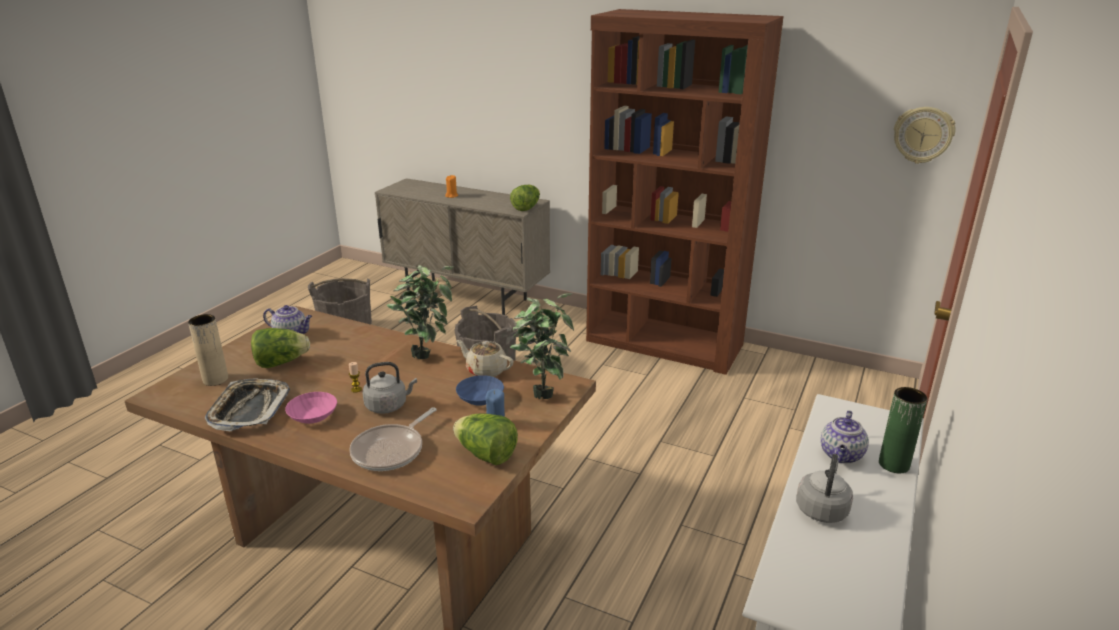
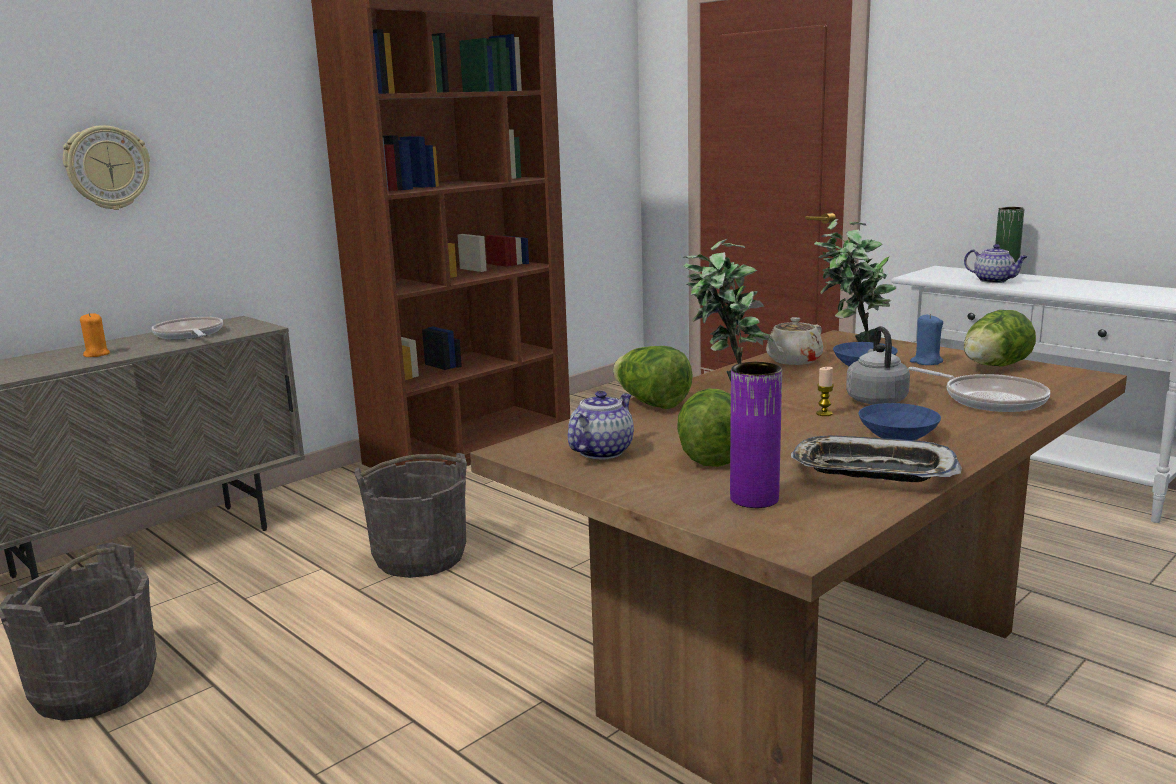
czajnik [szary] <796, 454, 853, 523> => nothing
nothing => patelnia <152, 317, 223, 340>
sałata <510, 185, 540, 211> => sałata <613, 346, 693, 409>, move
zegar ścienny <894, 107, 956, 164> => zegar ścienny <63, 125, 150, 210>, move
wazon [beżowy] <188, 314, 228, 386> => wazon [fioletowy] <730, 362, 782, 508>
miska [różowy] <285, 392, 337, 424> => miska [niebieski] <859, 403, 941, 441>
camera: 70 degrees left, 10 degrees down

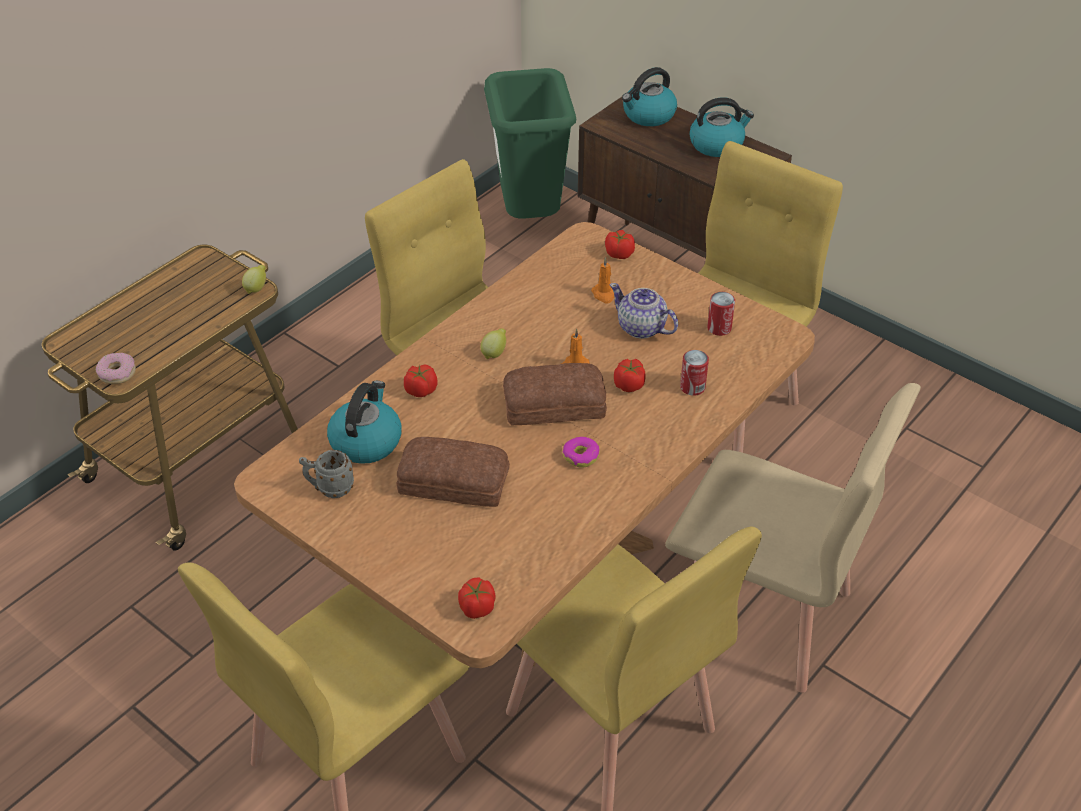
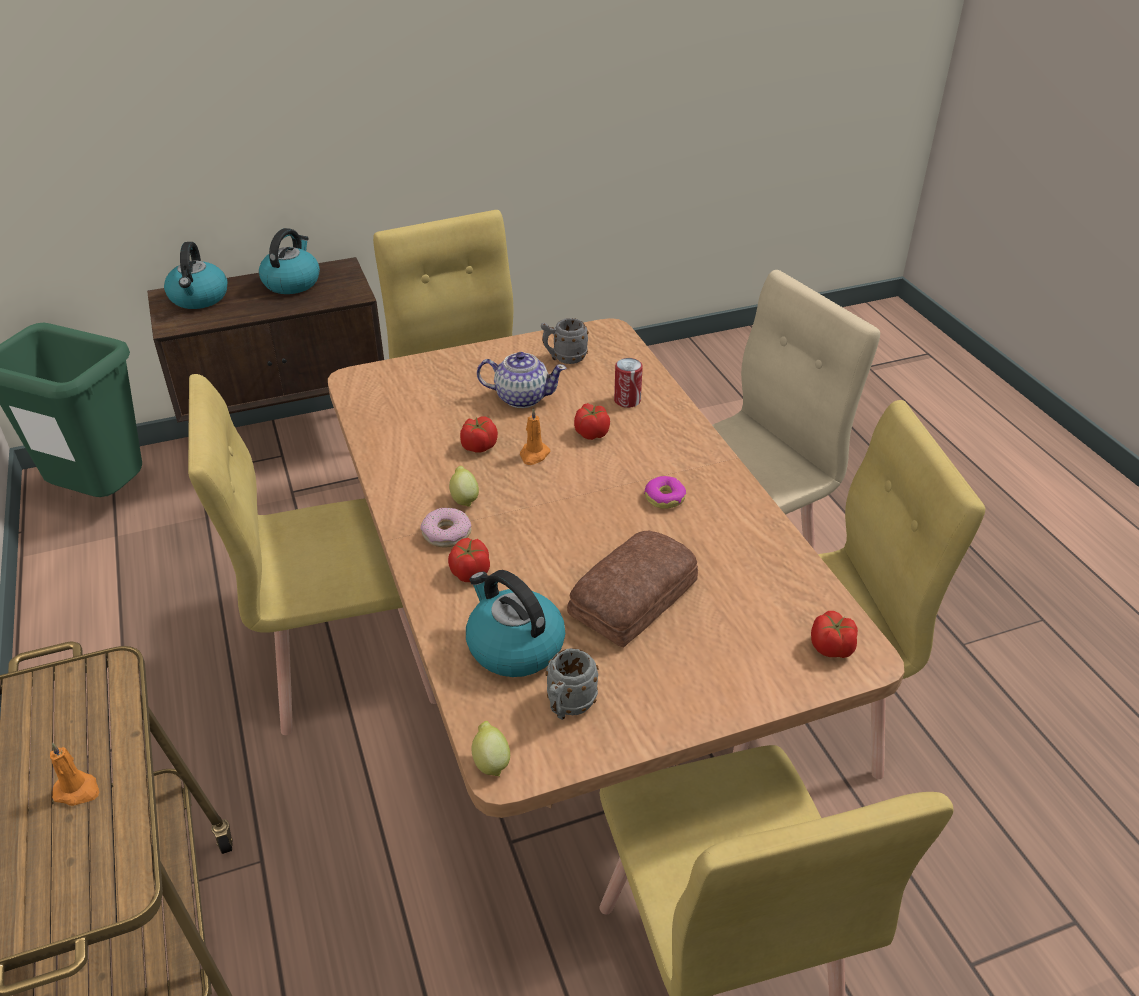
chleb <503, 363, 607, 426> => nothing
donut <96, 353, 136, 384> => donut <420, 508, 471, 547>, move
cytryna <242, 265, 266, 294> => cytryna <471, 721, 510, 777>, move
świeca [pomarańczowy] <591, 257, 614, 303> => świeca [pomarańczowy] <50, 743, 100, 806>, move
pomidor <605, 230, 635, 259> => pomidor <460, 417, 498, 453>, move
puszka <707, 292, 735, 336> => kubek [szary] <541, 318, 589, 364>
imbryk <610, 283, 678, 339> => imbryk <477, 352, 567, 408>, 150 degrees counterclockwise
camera: 60 degrees left, 5 degrees down

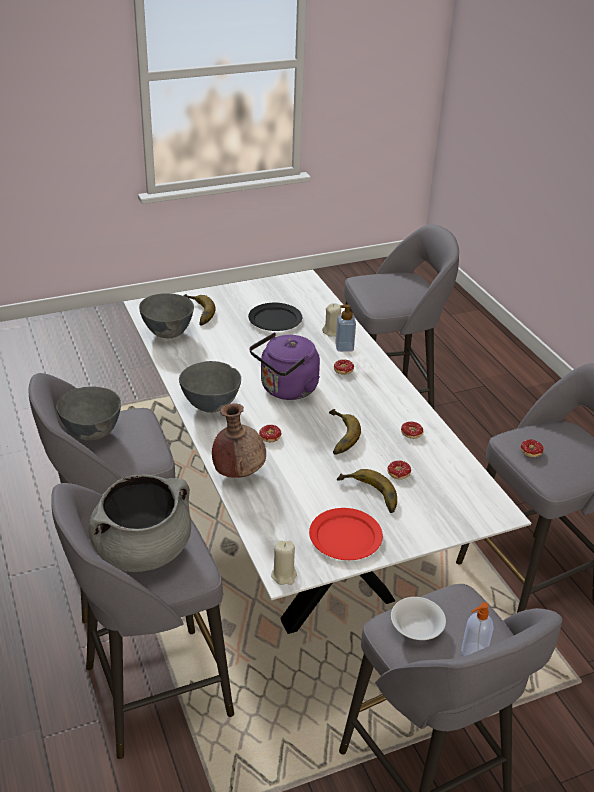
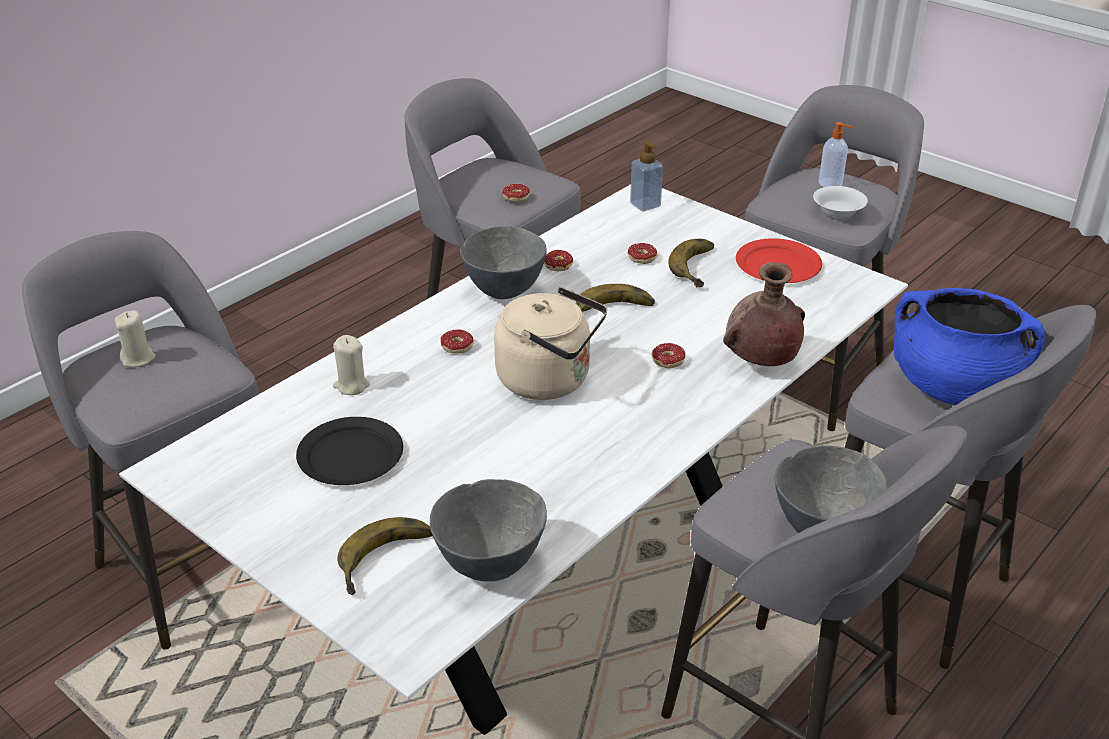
miska [szary] <179, 361, 241, 413> => miska [szary] <460, 226, 547, 299>, move
świeca [beżowy] <271, 540, 297, 585> => świeca [beżowy] <115, 311, 155, 367>, move
dozownik mydła <335, 304, 356, 352> => dozownik mydła <630, 141, 663, 211>, move
garnek [szary] <89, 474, 191, 572> => garnek [niebieski] <894, 288, 1045, 405>
czajnik [fioletowy] <250, 332, 320, 400> => czajnik [beżowy] <494, 287, 607, 400>
camera: 115 degrees left, 0 degrees up

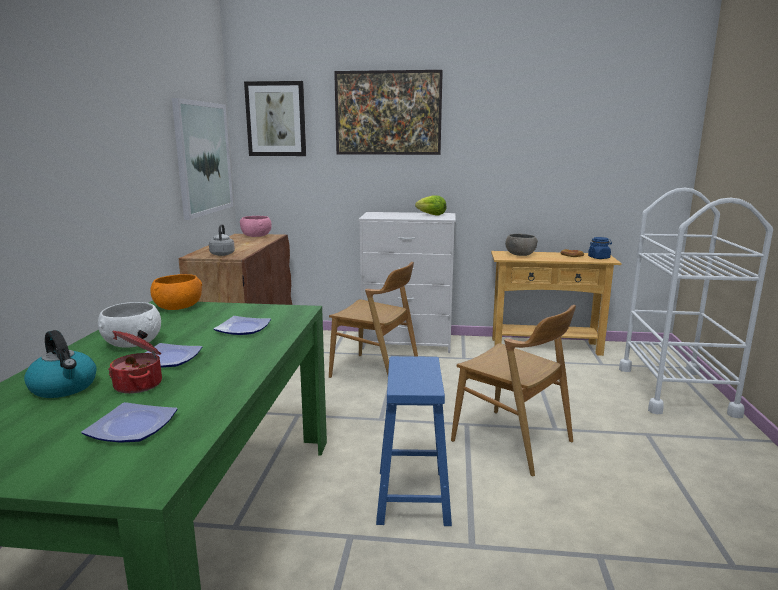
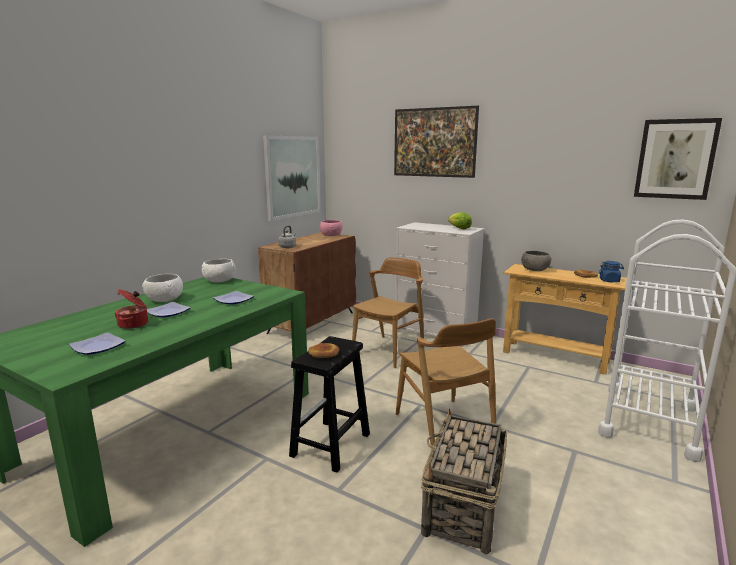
czajnik <24, 330, 97, 398> => nothing
nothing => chleb <308, 343, 340, 358>
nothing => koszyk <421, 409, 507, 555>
obraz <244, 81, 306, 156> => obraz <634, 118, 722, 200>, move
miska [pomarańczowy] <150, 274, 202, 310> => miska [biały] <202, 259, 236, 282>
stołek [niebieski] <376, 356, 452, 526> => stołek [czarny] <289, 336, 370, 473>
krzesło [brązowy] <329, 262, 418, 378> => krzesło [brązowy] <352, 257, 424, 368>, 105 degrees counterclockwise
camera: 25 degrees right, 0 degrees up

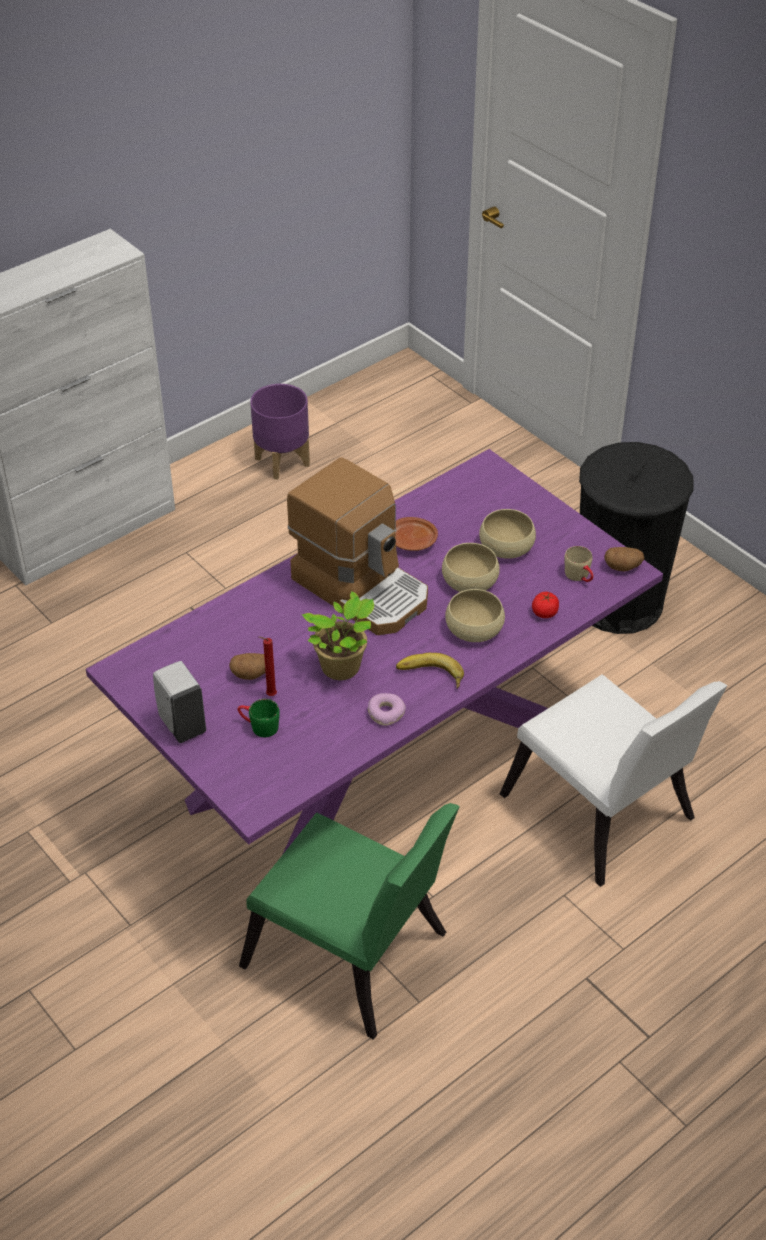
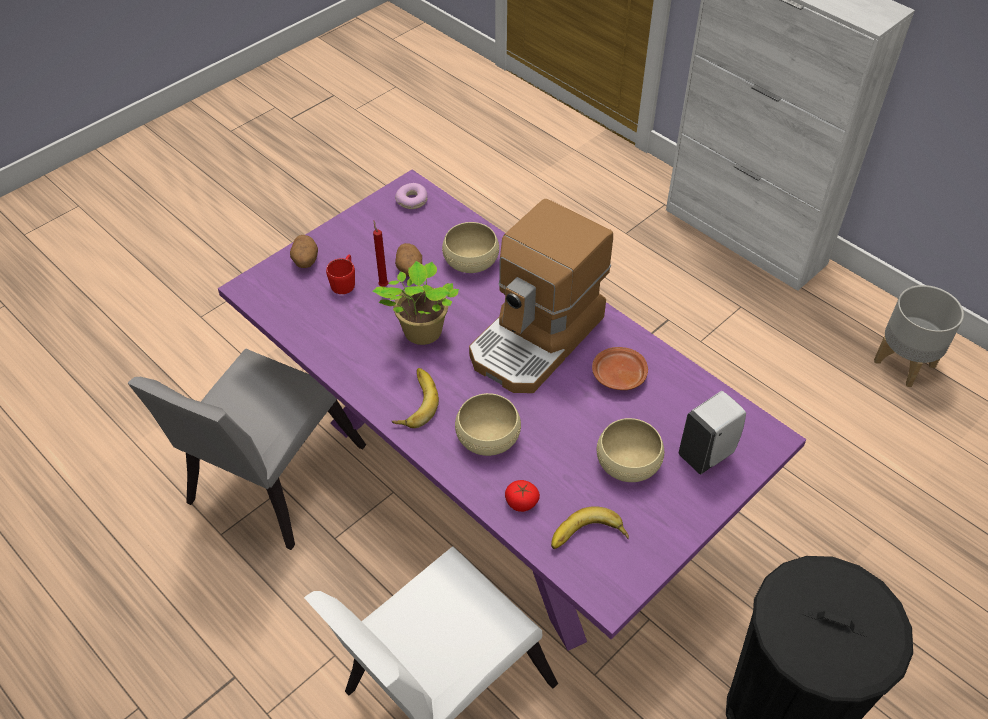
dozownik mydła [biały] <153, 661, 206, 743> => dozownik mydła [biały] <679, 391, 746, 475>, move
donut <367, 693, 406, 726> => donut <395, 183, 428, 209>, move
miska [beżowy] <442, 543, 500, 592> => miska [beżowy] <442, 222, 499, 273>, move
ziemniak <604, 547, 645, 571> => ziemniak <290, 235, 318, 268>, move
kubek [beżowy] <564, 546, 594, 582> => banan <551, 506, 629, 549>
kubek [zielony] <237, 699, 280, 737> => kubek [czerwony] <326, 254, 355, 294>
krzesło [zielony] <239, 803, 460, 1040> => krzesło [szary] <128, 349, 366, 550>
donica [fioletowy] <250, 384, 310, 480> => donica [szary] <874, 285, 964, 387>
camera: 85 degrees right, 5 degrees up

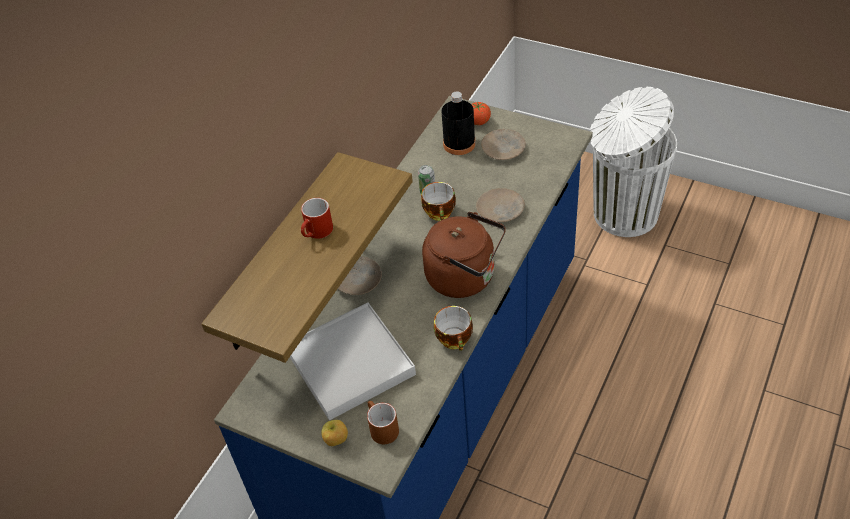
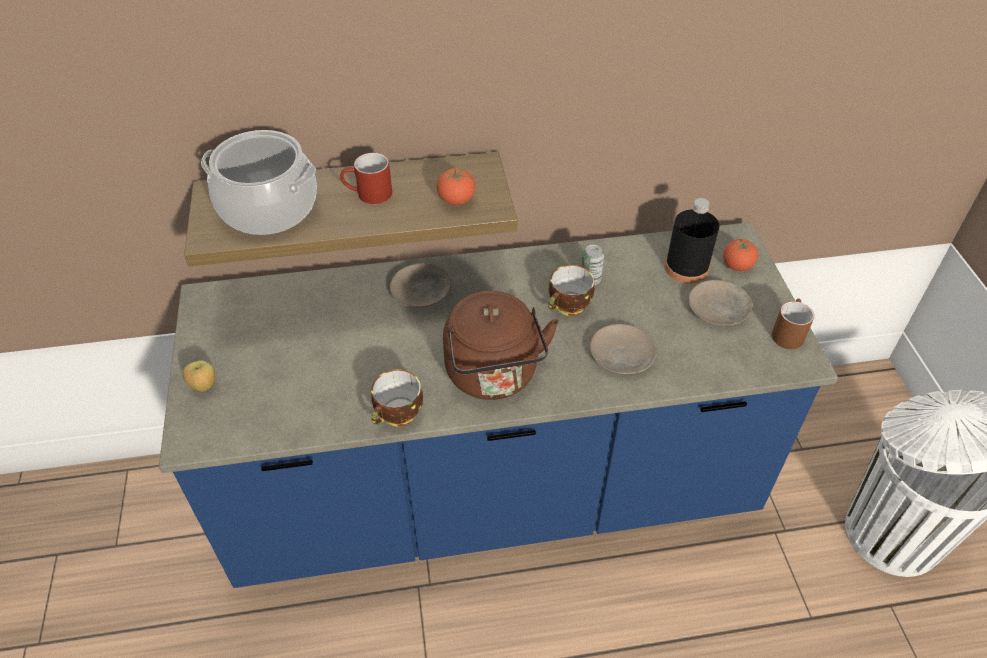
taca [biały] <290, 303, 416, 420> => nothing
nothing => garnek <201, 130, 317, 235>
nothing => pomidor <437, 168, 476, 205>
kubek [brązowy] <367, 401, 399, 444> => kubek [brązowy] <772, 299, 814, 349>, move
camera: 50 degrees right, 0 degrees up

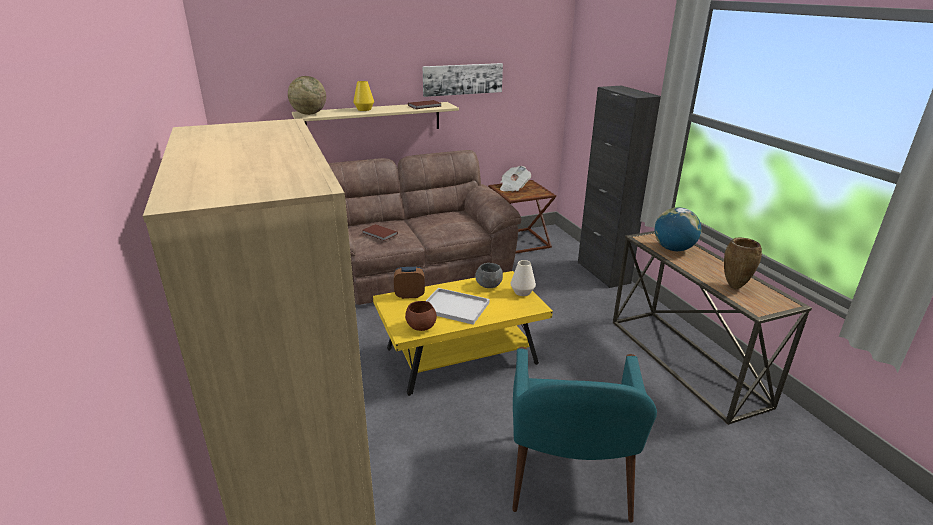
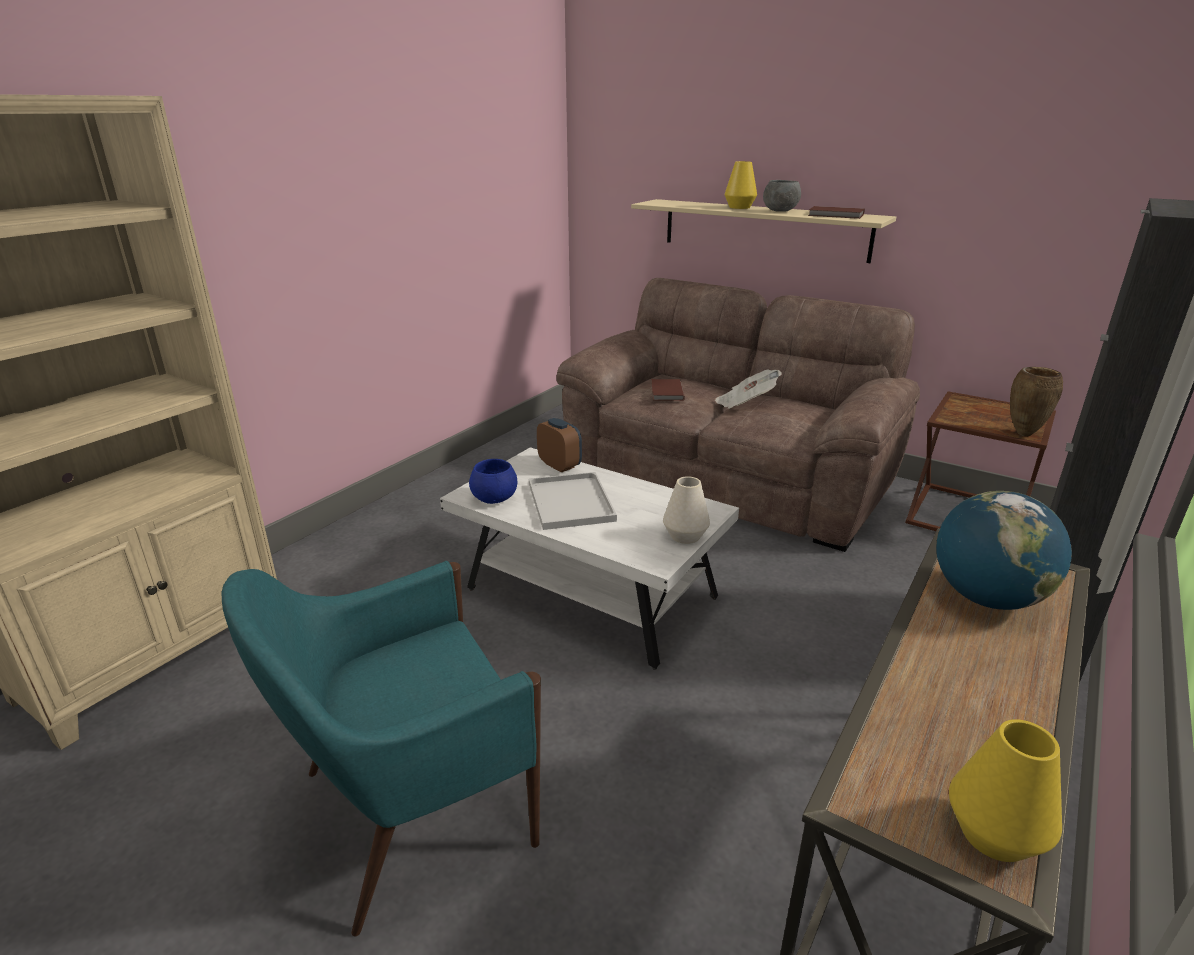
globus <288, 76, 326, 115> => nothing
obraz <423, 63, 503, 97> => nothing
nothing => wazon [żółty] <949, 719, 1062, 862>
miska [szary] <475, 263, 503, 288> => miska [szary] <763, 180, 801, 212>, move
gazeta <500, 166, 531, 191> => gazeta <715, 369, 782, 409>, move
wazon [brązowy] <724, 238, 762, 289> => wazon [brązowy] <1010, 367, 1063, 436>, move
ława [żółty] <373, 271, 553, 396> => ława [biały] <440, 447, 739, 670>
miska [brązowy] <405, 301, 437, 331> => miska [niebieski] <469, 459, 517, 504>
camera: 55 degrees right, 0 degrees up

